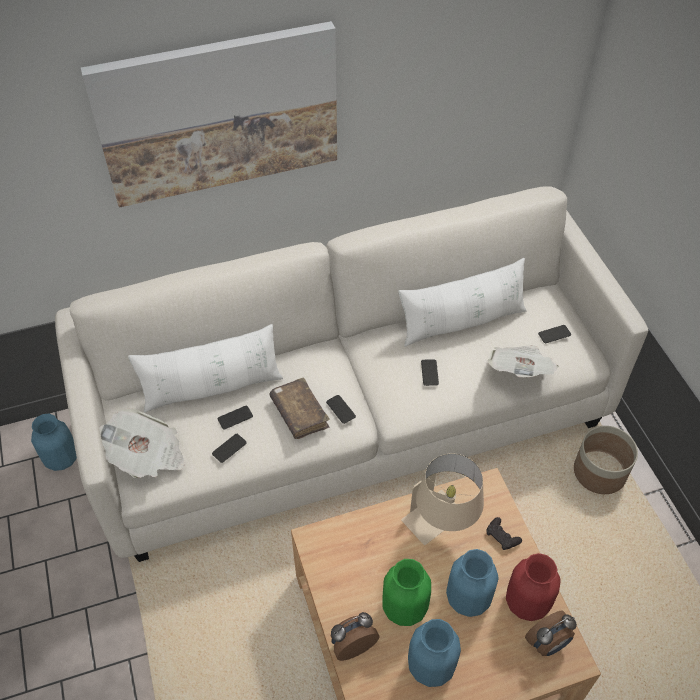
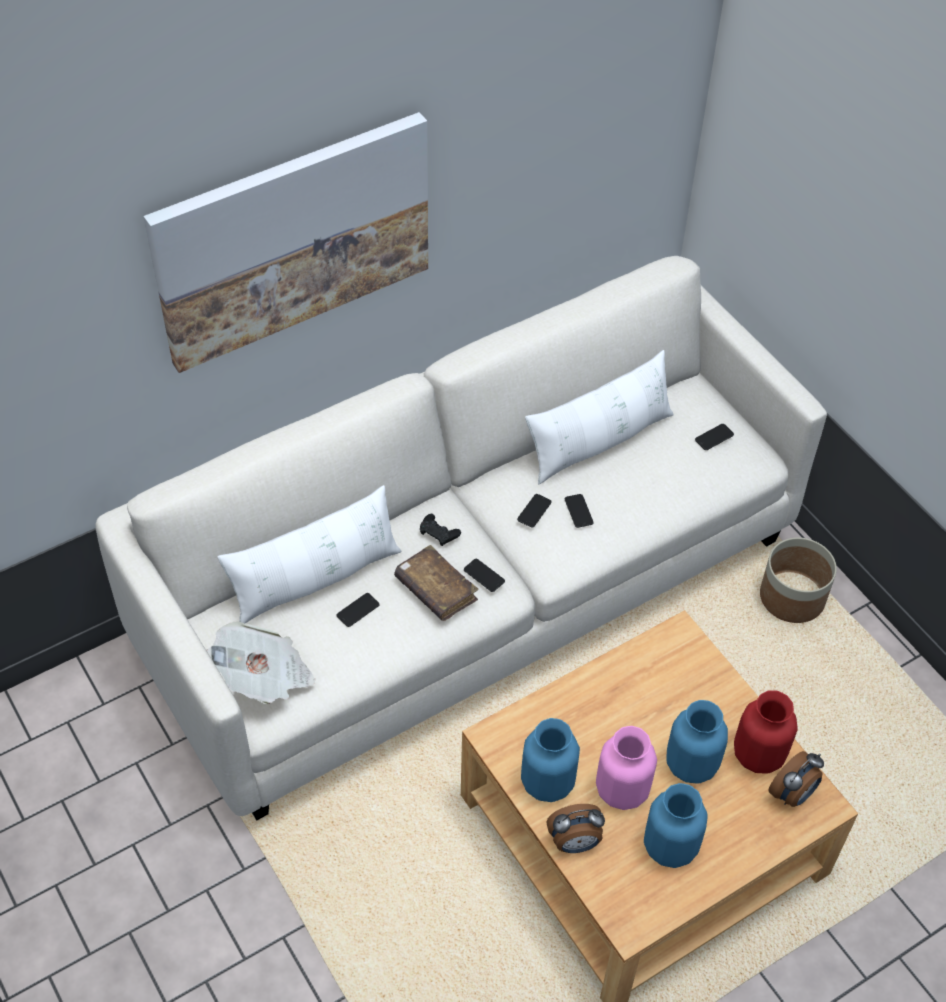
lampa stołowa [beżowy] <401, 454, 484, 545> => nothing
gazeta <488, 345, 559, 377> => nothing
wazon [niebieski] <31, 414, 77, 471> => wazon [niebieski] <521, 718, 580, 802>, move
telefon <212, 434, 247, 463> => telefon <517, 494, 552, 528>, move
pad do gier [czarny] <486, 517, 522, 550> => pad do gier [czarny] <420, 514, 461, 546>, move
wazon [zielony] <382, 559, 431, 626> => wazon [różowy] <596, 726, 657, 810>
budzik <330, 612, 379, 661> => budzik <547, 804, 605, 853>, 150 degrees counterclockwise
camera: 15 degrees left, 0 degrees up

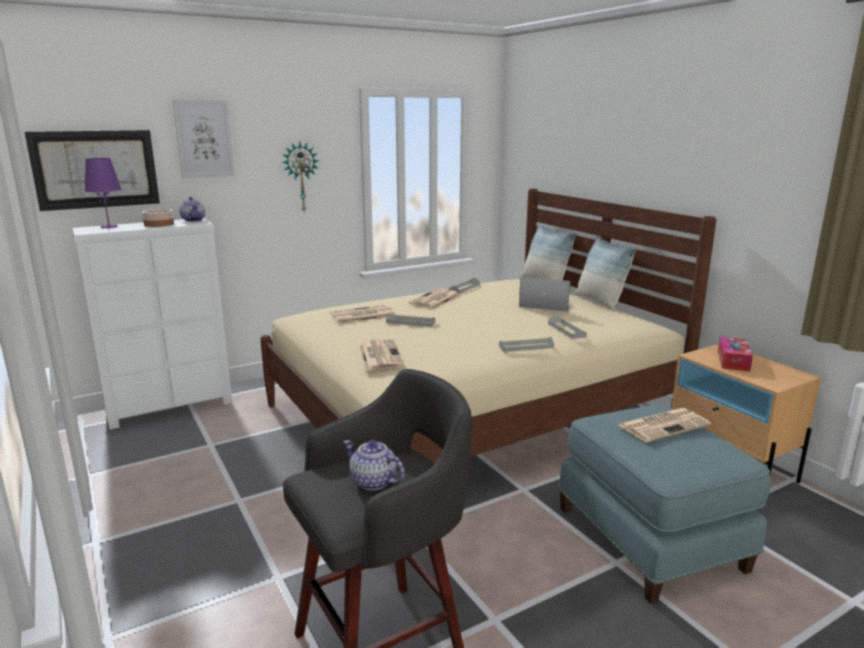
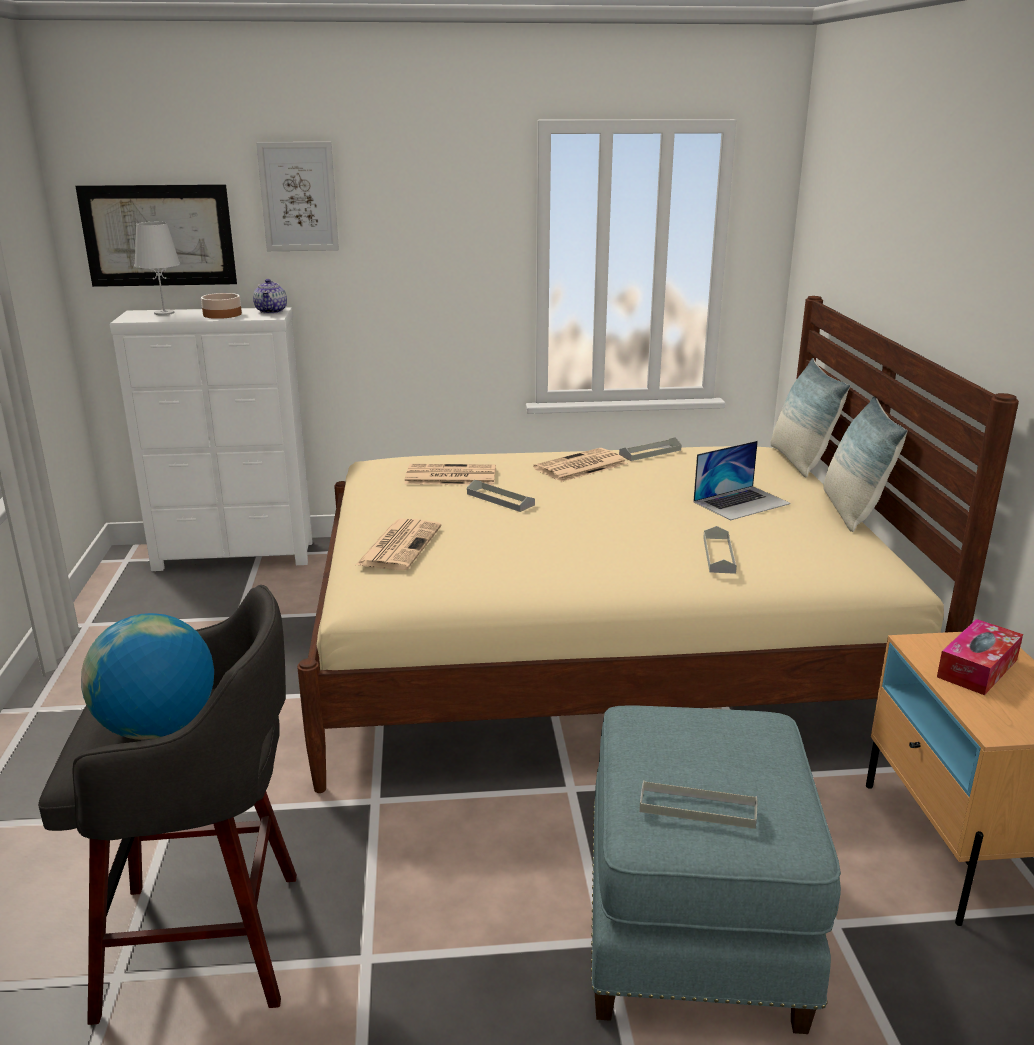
zegar ścienny <282, 142, 319, 212> => nothing
gazeta <619, 408, 711, 442> => nothing
taca [szary] <499, 337, 554, 352> => taca [szary] <639, 780, 758, 829>, move
imbryk <343, 440, 405, 490> => globus <81, 613, 214, 740>
lampa stołowa [fioletowy] <84, 158, 122, 228> => lampa stołowa [biały] <134, 222, 180, 315>
laptop <519, 277, 572, 312> => laptop <693, 441, 791, 520>, 105 degrees clockwise
camera: 25 degrees right, 5 degrees up

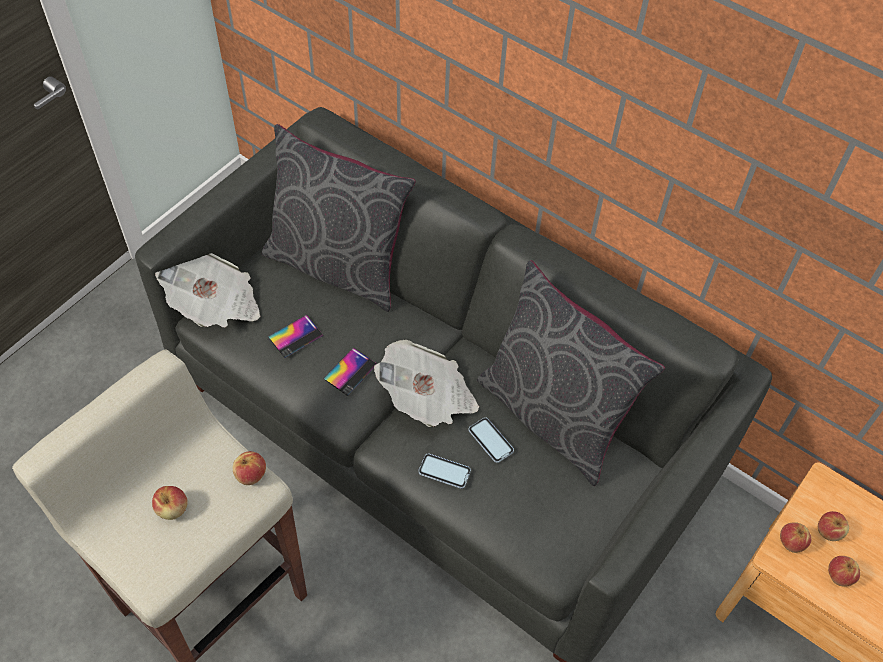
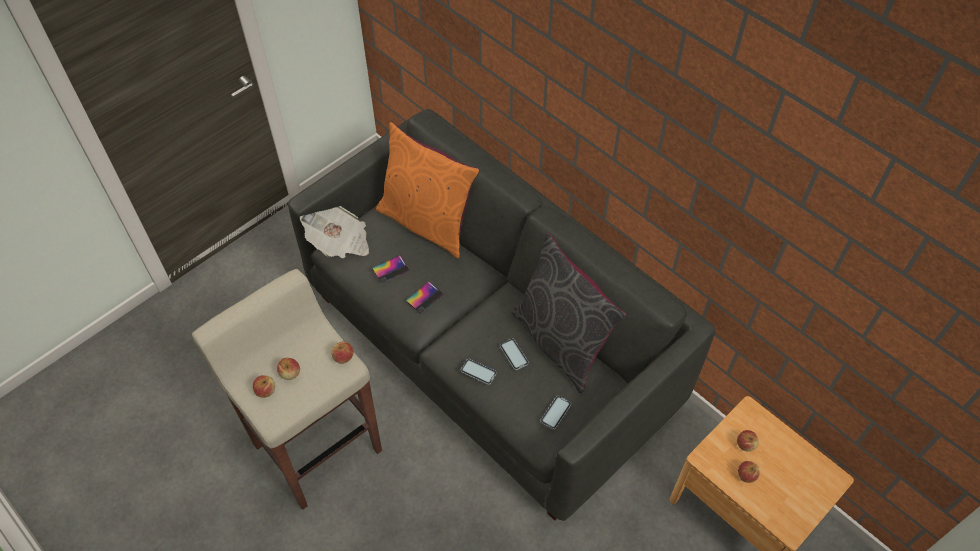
gazeta <374, 340, 479, 427> => nothing
nothing => telefon <540, 396, 571, 430>
jabłko <780, 522, 811, 553> => jabłko <253, 375, 275, 398>, move
poduszka [szary] <262, 124, 416, 312> => poduszka [pomarańczowy] <376, 122, 480, 258>
camera: 10 degrees right, 0 degrees up

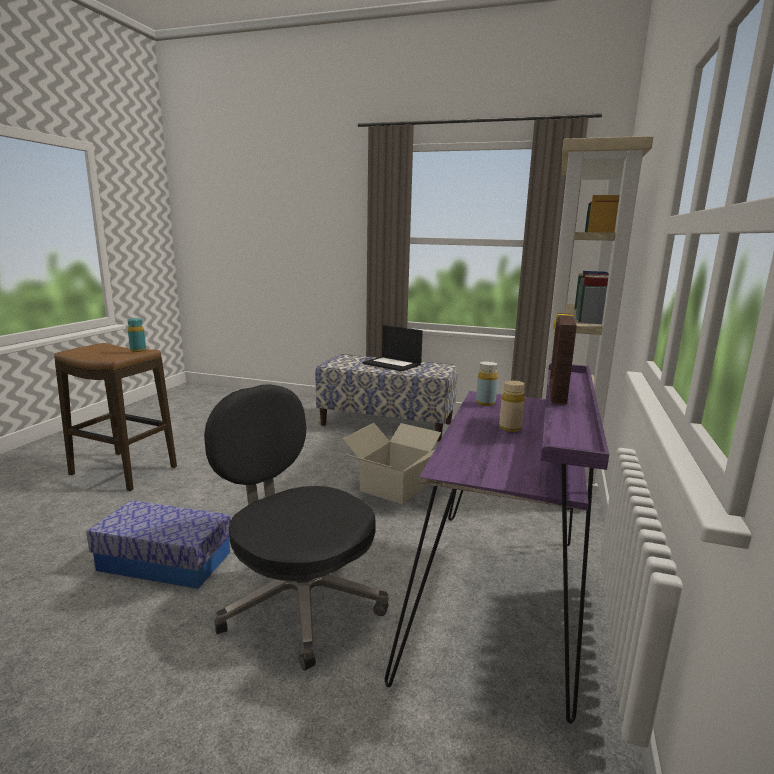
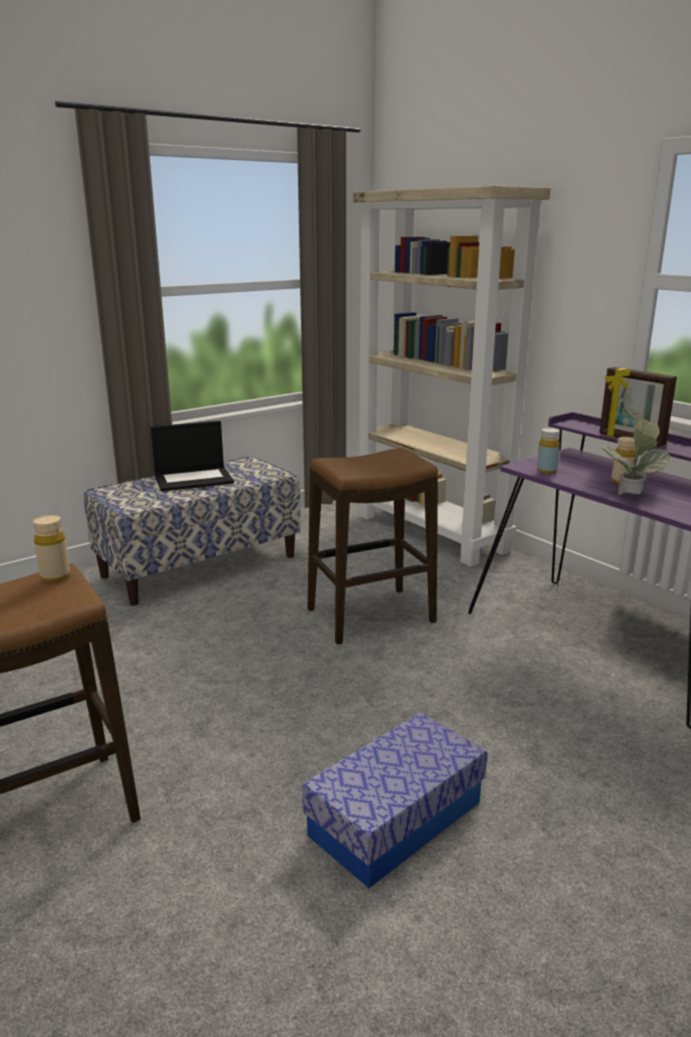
krzesło biurowe [czarny] <204, 384, 389, 671> => nothing
nothing => roślina doniczkowa <602, 419, 671, 496>
karton <343, 423, 442, 505> => stołek <308, 448, 438, 645>
butelka [turkusowy] <128, 319, 146, 352> => butelka [beżowy] <33, 515, 70, 582>
camera: 55 degrees left, 5 degrees up

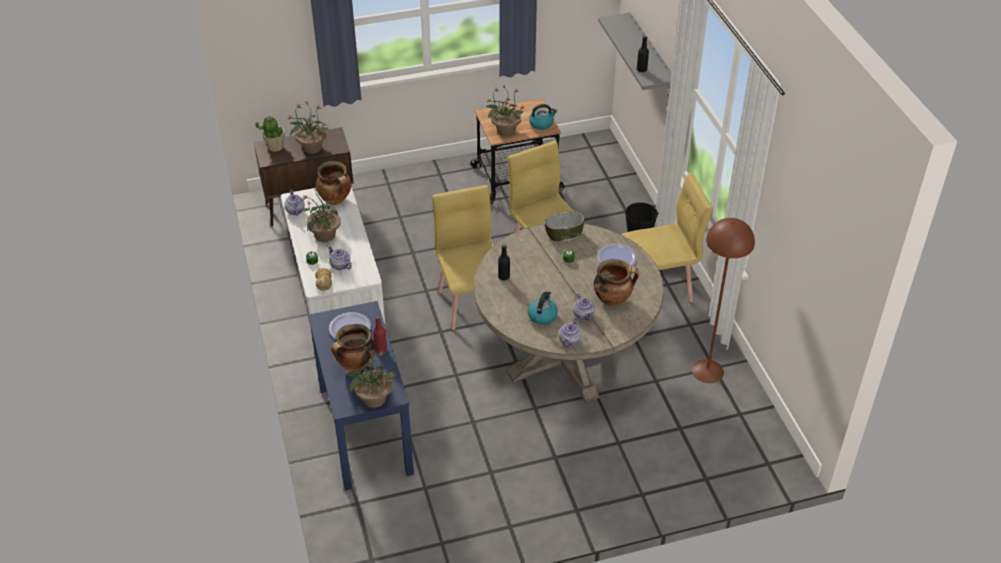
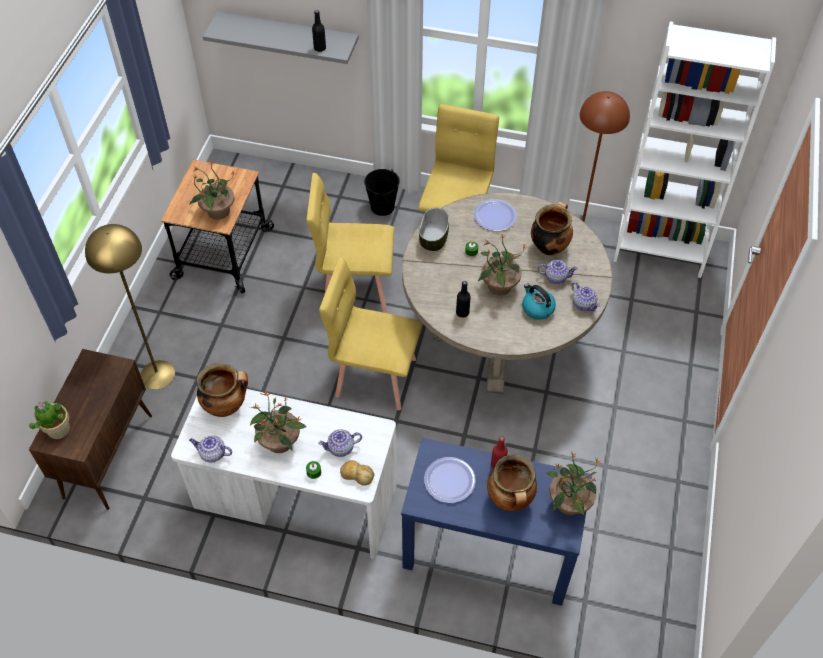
czajnik <529, 104, 557, 130> => nothing
nothing => lampa stojąca [żółty] <85, 224, 175, 389>
nothing => regał [biały] <613, 22, 776, 278>
roślina doniczkowa <288, 101, 328, 154> => roślina doniczkowa <478, 233, 527, 296>, move
camera: 60 degrees left, 10 degrees up

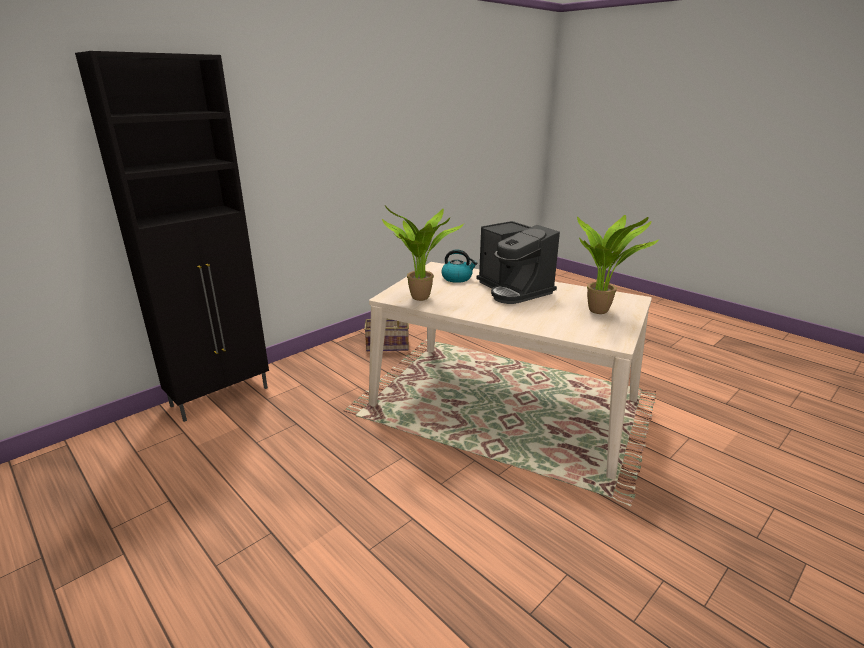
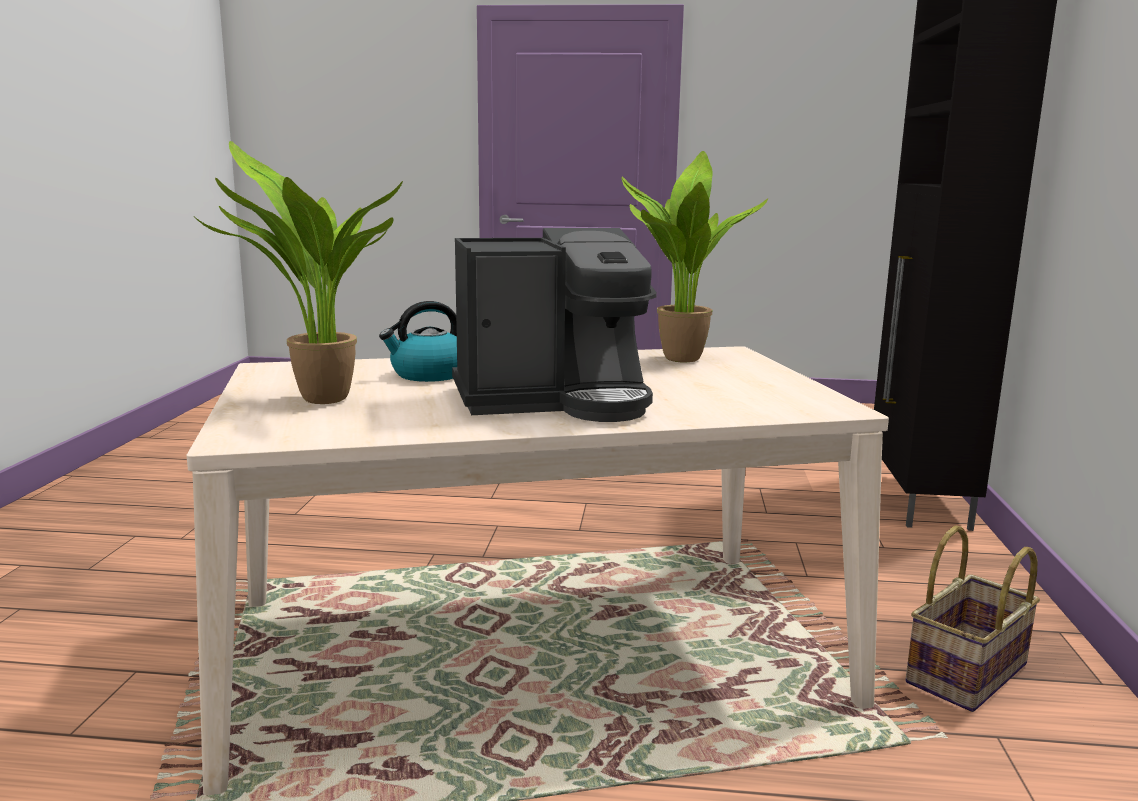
czajnik <441, 250, 477, 283> => czajnik <379, 301, 457, 382>, move
ekspres do kawy <477, 221, 560, 304> => ekspres do kawy <452, 228, 657, 422>, 150 degrees clockwise
camera: 140 degrees right, 10 degrees down

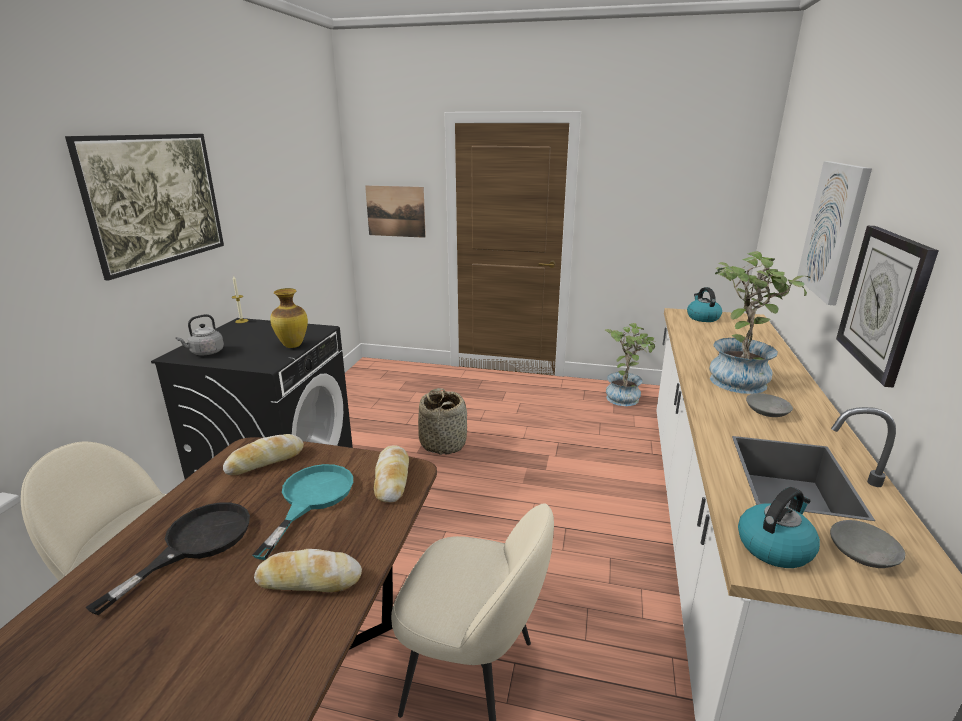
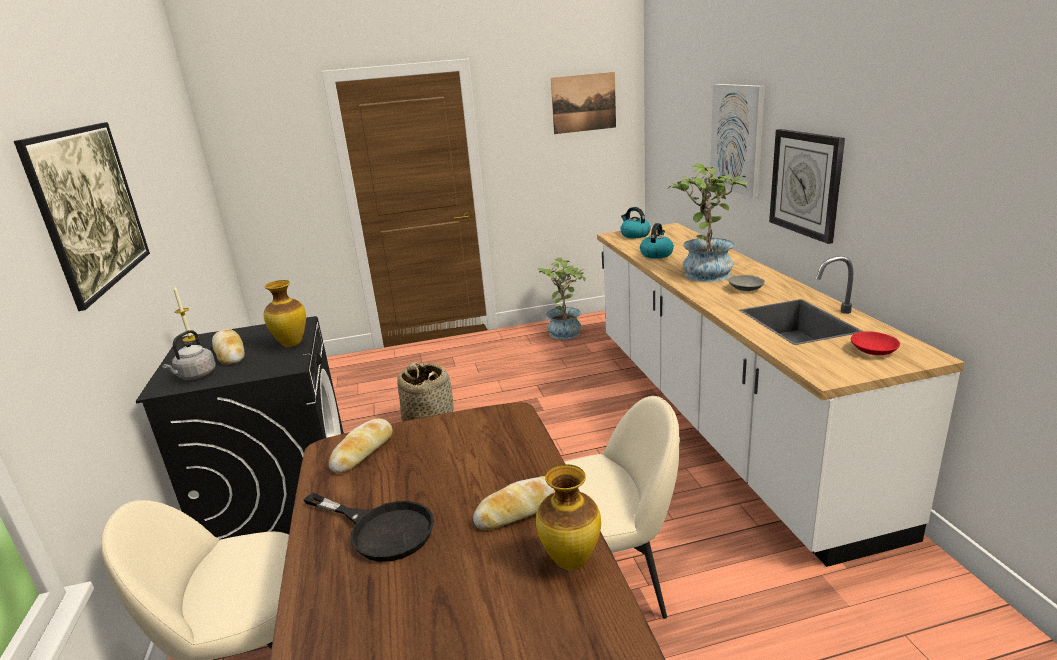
patelnia [turkusowy] <252, 464, 353, 560> => nothing
nothing => wazon <536, 464, 601, 571>
obraz <365, 186, 426, 238> => obraz <551, 72, 616, 134>, move
chleb <374, 445, 409, 502> => chleb <212, 329, 245, 365>, move
czajnik <738, 487, 820, 568> => czajnik <640, 223, 674, 259>, move
miska [szary] <830, 520, 906, 568> => miska [czerwony] <851, 331, 900, 355>
patelnia [czarny] <86, 502, 250, 615> => patelnia [czarny] <304, 493, 434, 562>, 120 degrees clockwise
camera: 25 degrees left, 0 degrees up

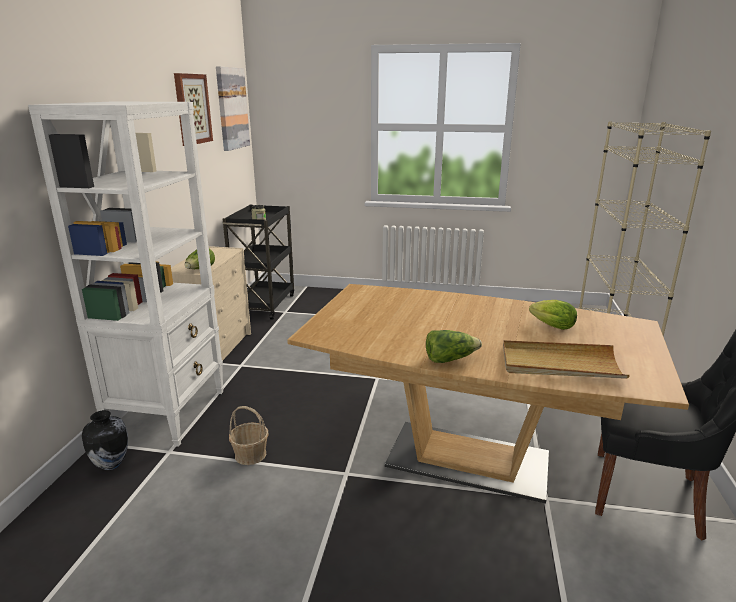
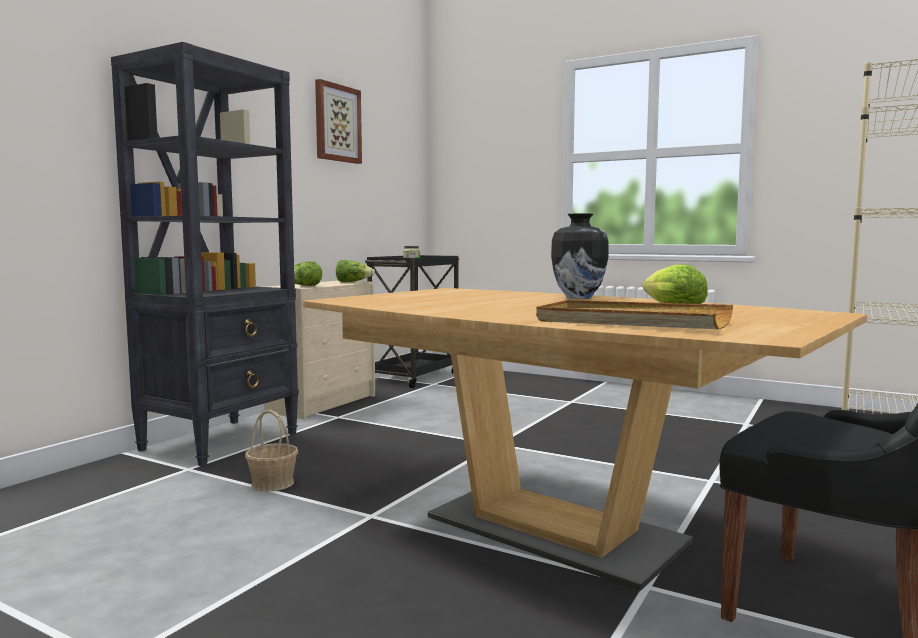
obraz <216, 66, 250, 151> => nothing
wazon <82, 410, 128, 470> => wazon <551, 214, 609, 299>, move
sałata <426, 330, 482, 363> => sałata <336, 260, 375, 282>, move
regał [biały] <28, 101, 224, 447> => regał [czarny] <111, 42, 299, 467>
camera: 20 degrees right, 15 degrees down

